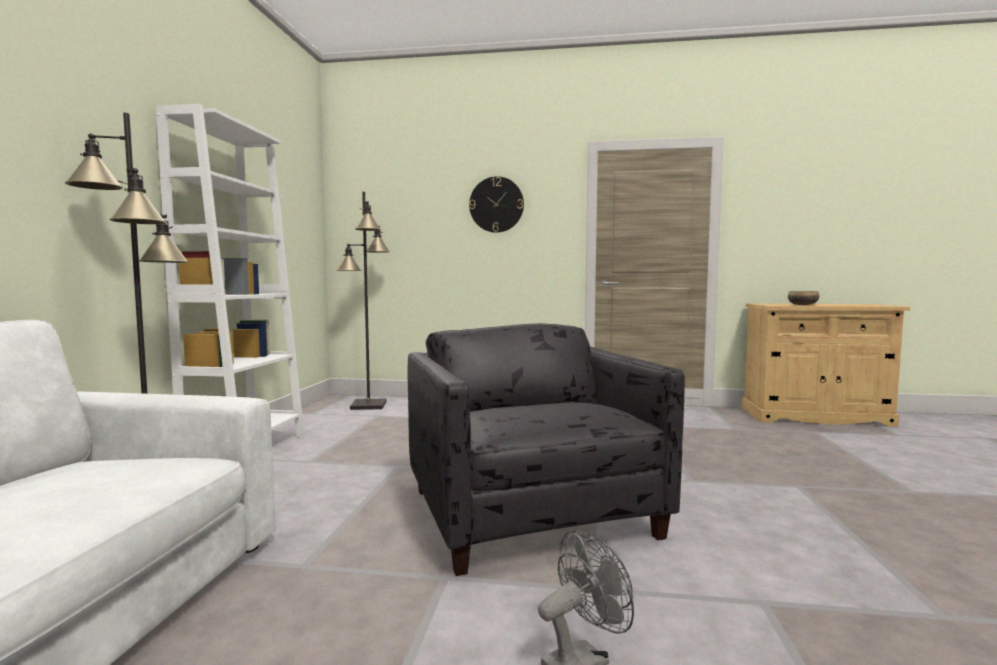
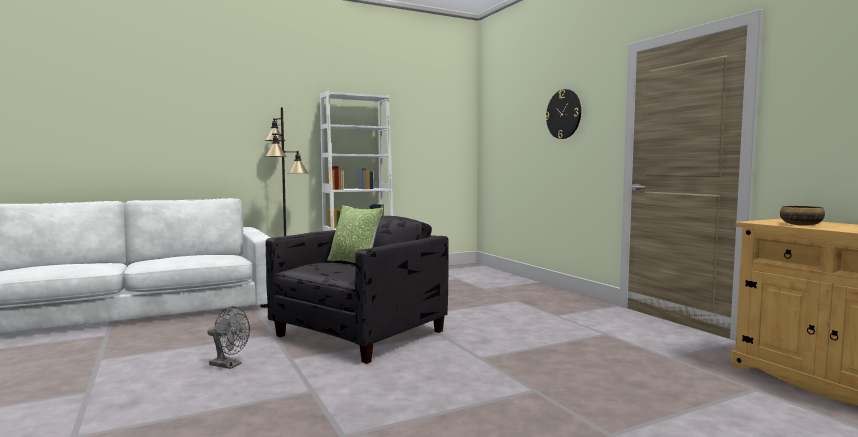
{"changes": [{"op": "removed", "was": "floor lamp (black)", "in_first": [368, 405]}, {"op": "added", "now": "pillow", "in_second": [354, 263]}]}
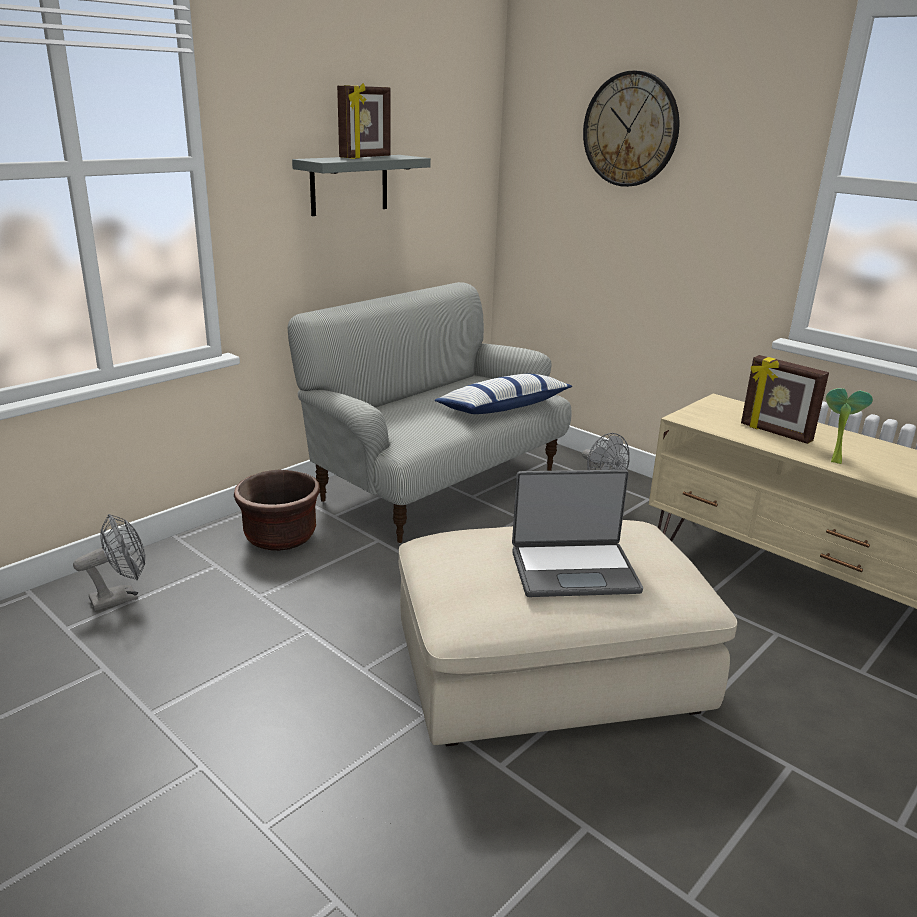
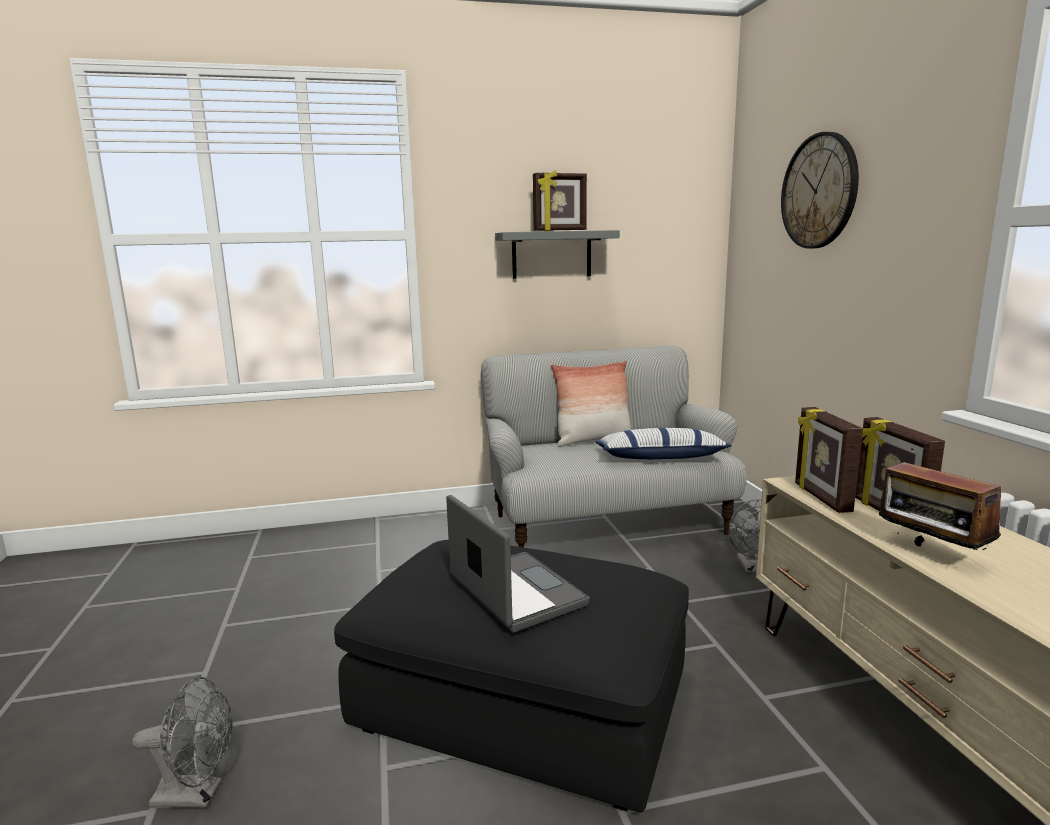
{"changes": [{"op": "moved", "was": "fan (grey)", "in_first": [121, 597], "in_second": [197, 794]}, {"op": "removed", "was": "planter (brown)", "in_first": [280, 537]}, {"op": "recoloured", "was": "ottoman (beige)", "now": "ottoman (black)", "in_first": [550, 669], "in_second": [524, 703]}, {"op": "turned", "was": "laptop", "in_first": [574, 570], "in_second": [515, 593], "clockwise": -150}, {"op": "replaced", "was": "potted plant", "now": "radio", "in_first": [833, 460], "in_second": [930, 555]}, {"op": "added", "now": "pillow", "in_second": [593, 440]}, {"op": "added", "now": "picture frame", "in_second": [820, 498]}]}
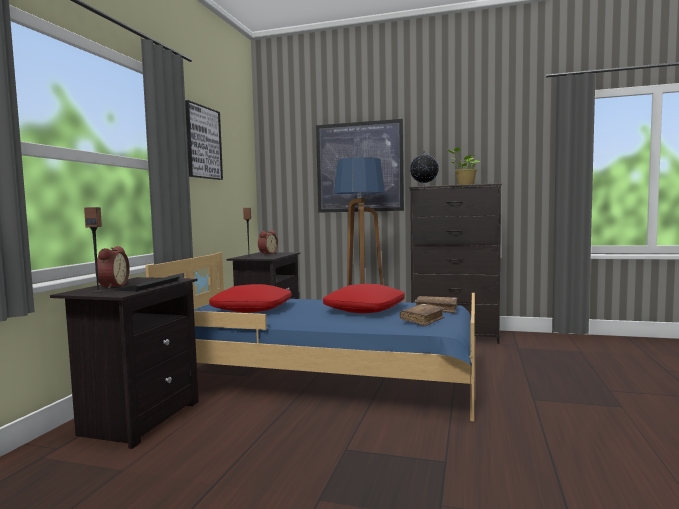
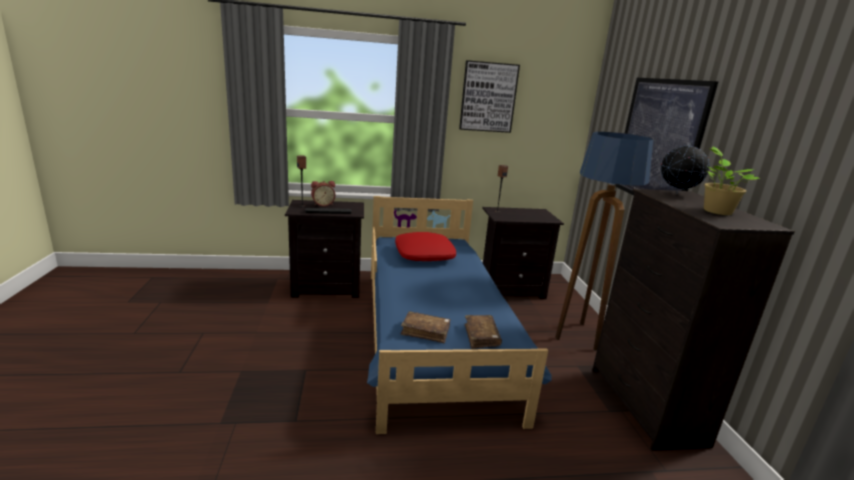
{"changes": [{"op": "removed", "was": "alarm clock", "in_first": [267, 253]}, {"op": "removed", "was": "pillow (red)", "in_first": [364, 309]}]}
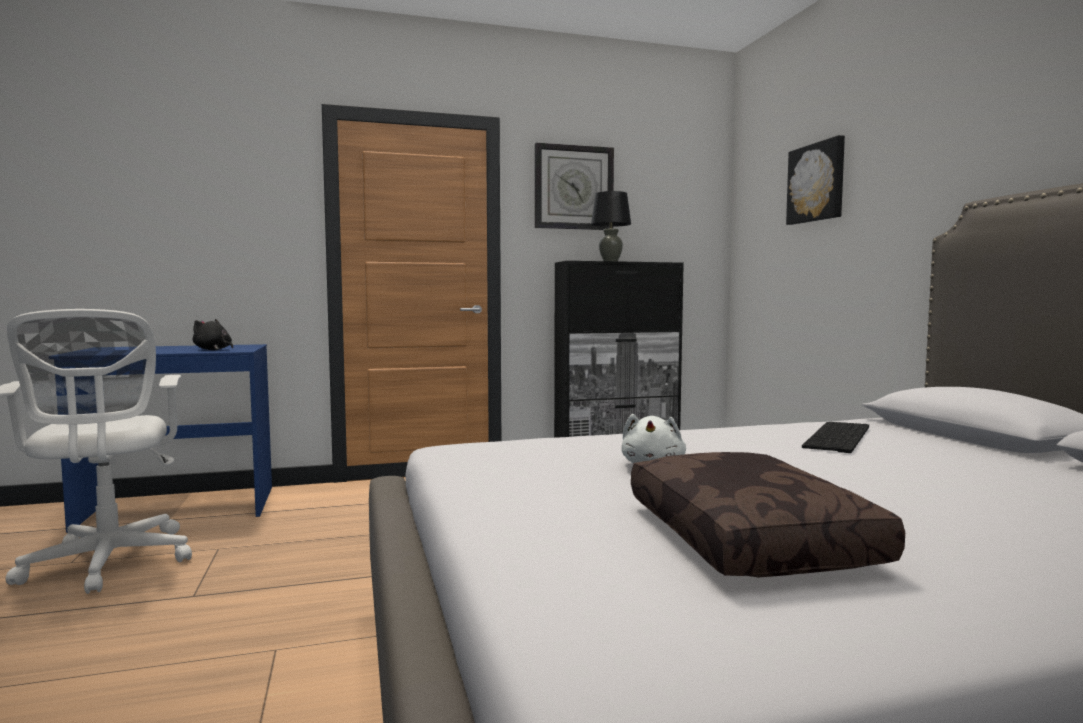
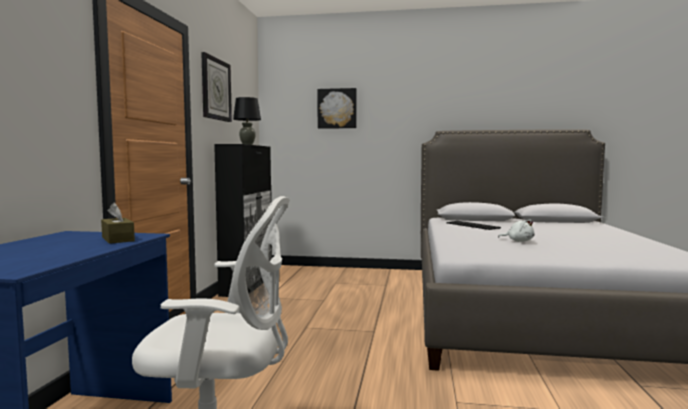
{"changes": [{"op": "replaced", "was": "plush toy (black)", "now": "tissue box (brown)", "in_first": [213, 350], "in_second": [118, 239]}, {"op": "removed", "was": "pillow (brown)", "in_first": [751, 538]}]}
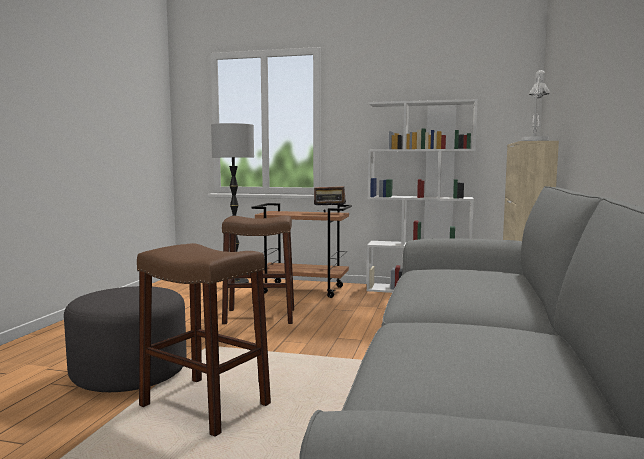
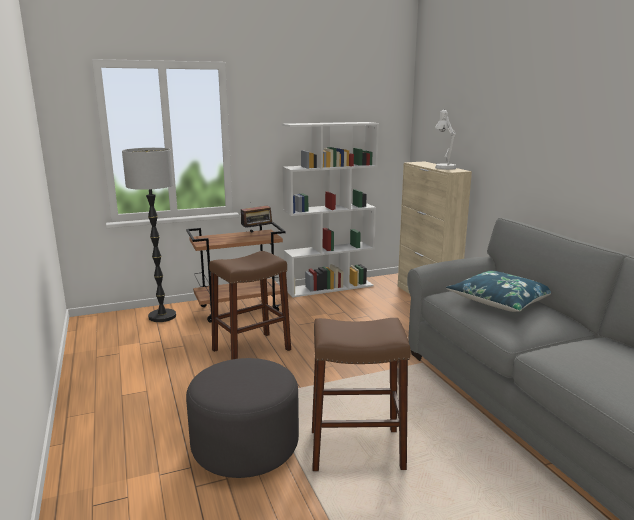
{"changes": [{"op": "added", "now": "pillow (blue)", "in_second": [500, 301]}]}
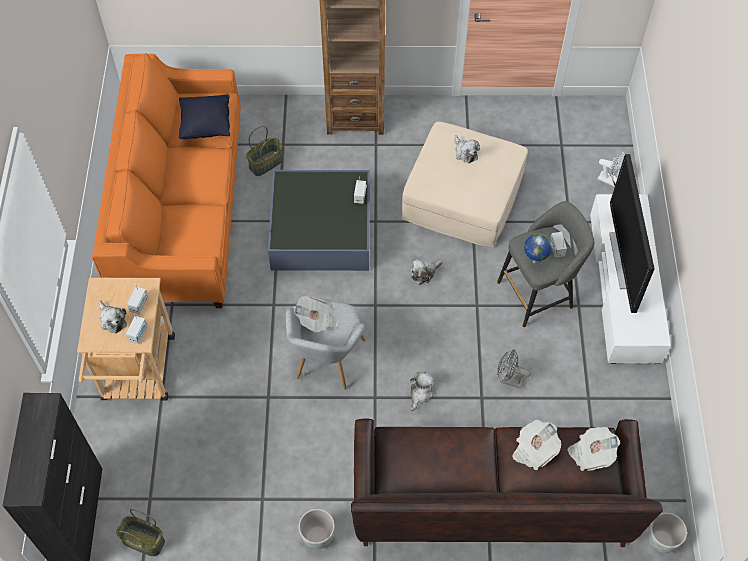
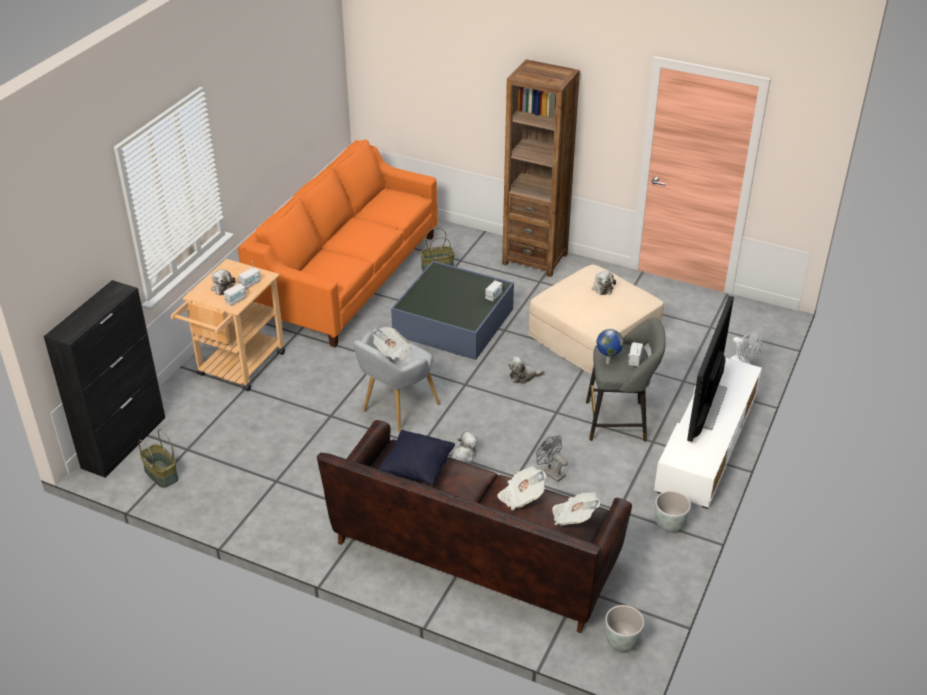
{"changes": [{"op": "moved", "was": "pillow (black)", "in_first": [206, 126], "in_second": [417, 469]}, {"op": "moved", "was": "planter (grey)", "in_first": [317, 536], "in_second": [669, 524]}]}
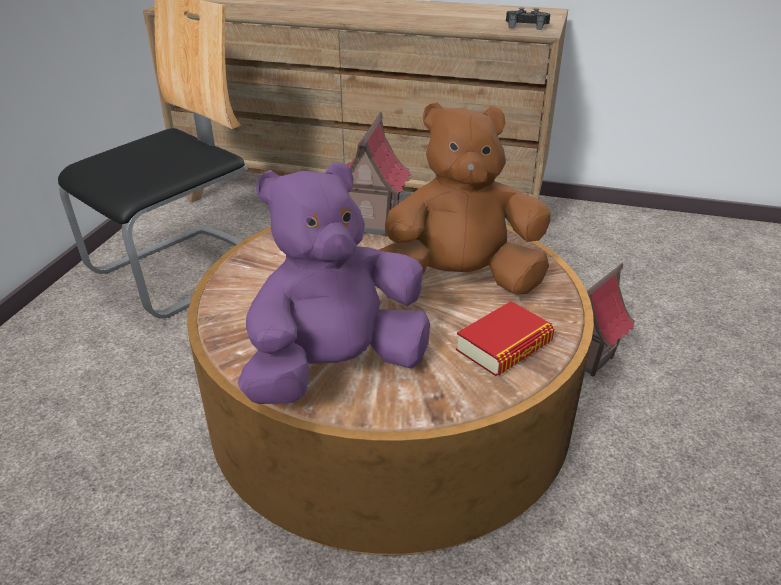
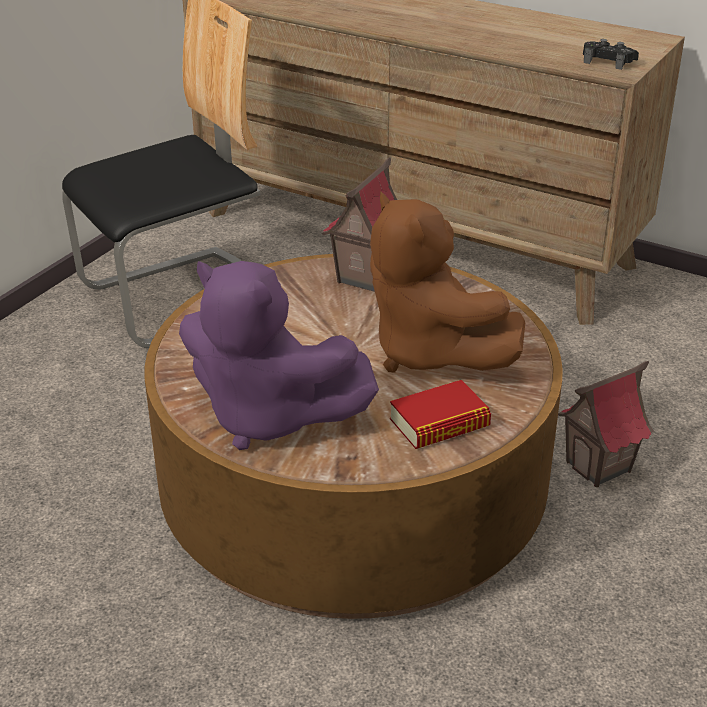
{"changes": [{"op": "turned", "was": "plush toy (purple)", "in_first": [337, 368], "in_second": [268, 417], "clockwise": -135}, {"op": "turned", "was": "plush toy (brown)", "in_first": [459, 281], "in_second": [429, 353], "clockwise": -135}]}
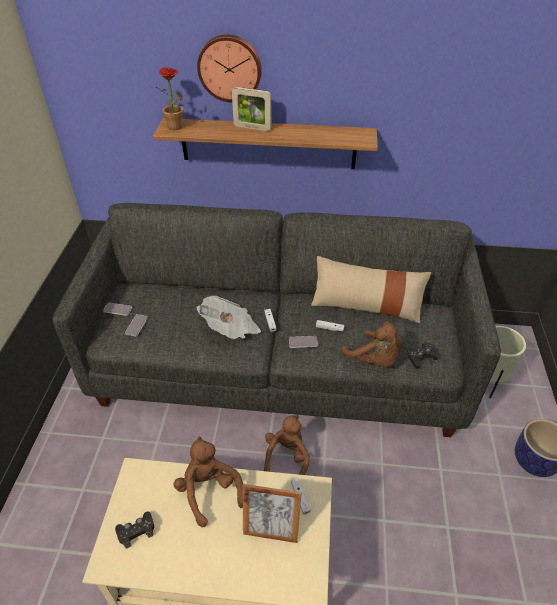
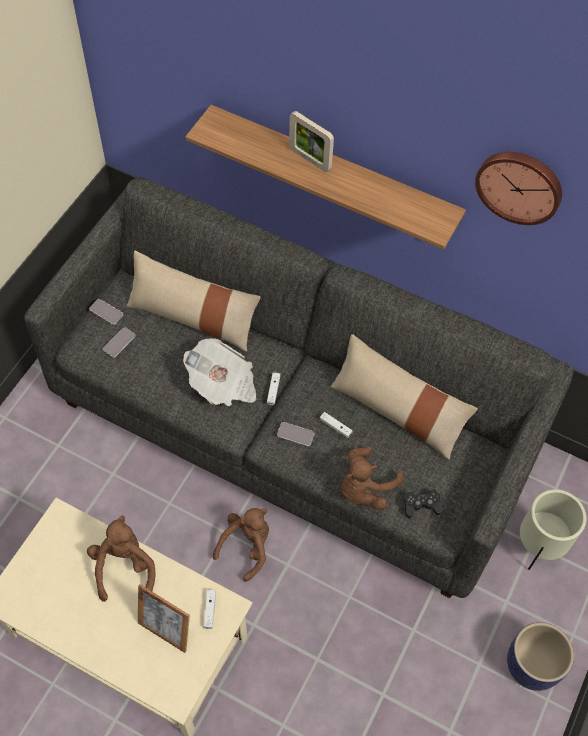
{"changes": [{"op": "removed", "was": "game controller (black)", "in_first": [136, 531]}, {"op": "removed", "was": "potted plant", "in_first": [178, 127]}, {"op": "moved", "was": "wall clock", "in_first": [230, 68], "in_second": [520, 185]}, {"op": "turned", "was": "plush toy (brown)", "in_first": [374, 360], "in_second": [364, 488], "clockwise": 60}, {"op": "added", "now": "pillow (beige)", "in_second": [193, 317]}]}
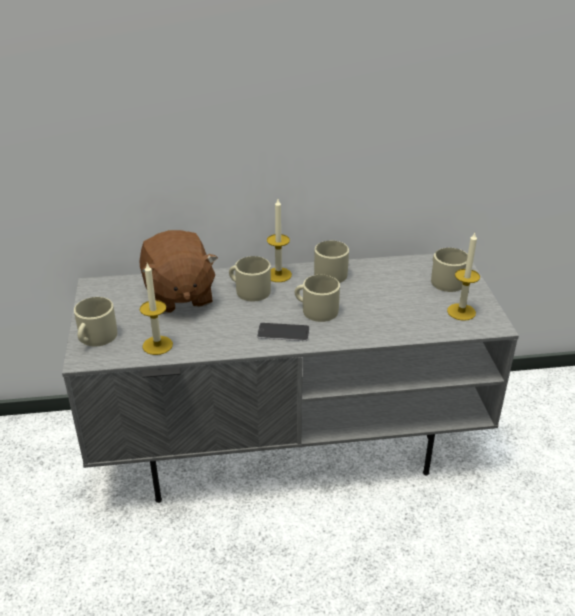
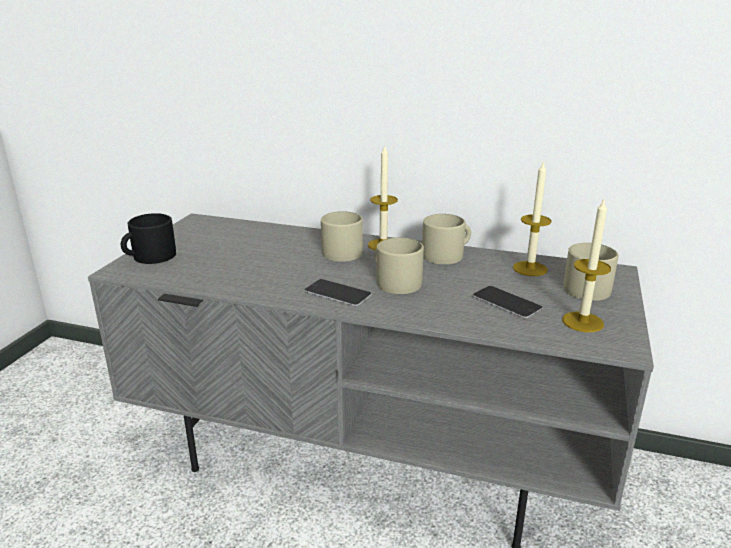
{"changes": [{"op": "recoloured", "was": "mug (beige)", "now": "mug (black)", "in_first": [95, 338], "in_second": [149, 257]}, {"op": "removed", "was": "plush toy (brown)", "in_first": [178, 295]}, {"op": "moved", "was": "candle", "in_first": [157, 345], "in_second": [530, 268]}, {"op": "added", "now": "phone", "in_second": [506, 302]}]}
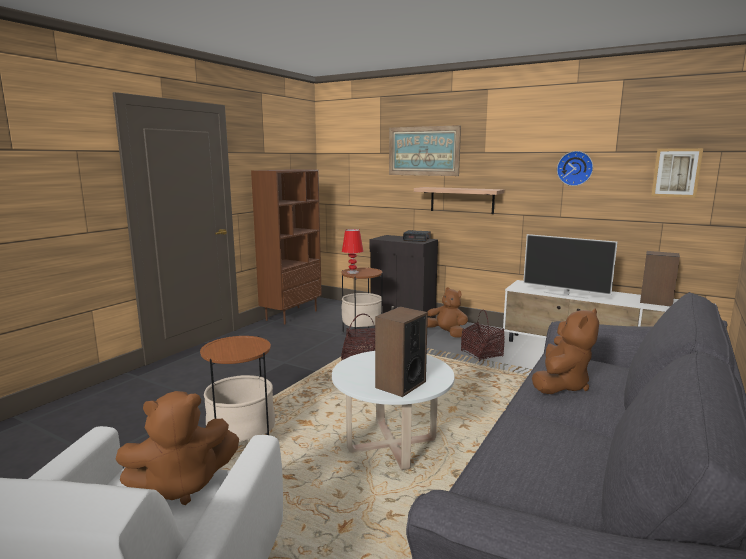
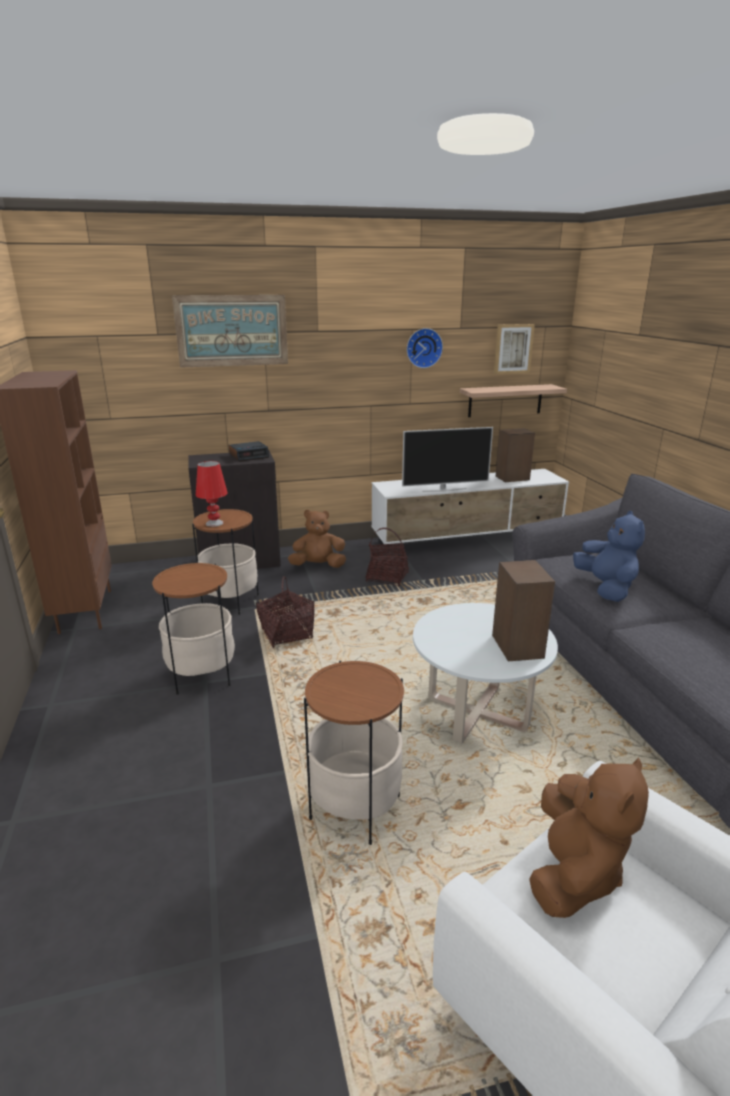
{"changes": [{"op": "moved", "was": "shelf", "in_first": [462, 200], "in_second": [505, 400]}, {"op": "recoloured", "was": "plush toy (brown)", "now": "plush toy (blue)", "in_first": [561, 385], "in_second": [606, 588]}, {"op": "added", "now": "side table", "in_second": [201, 675]}]}
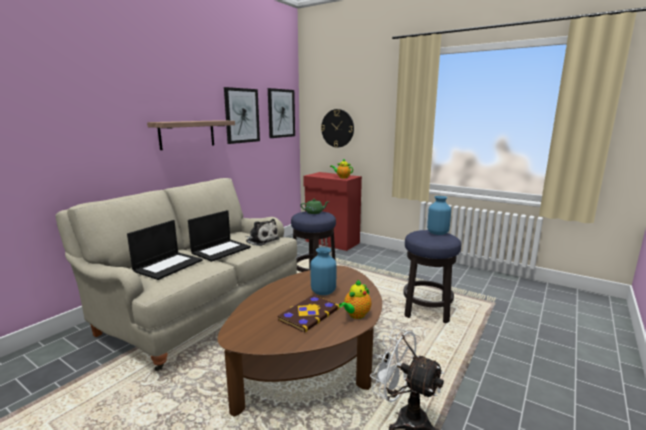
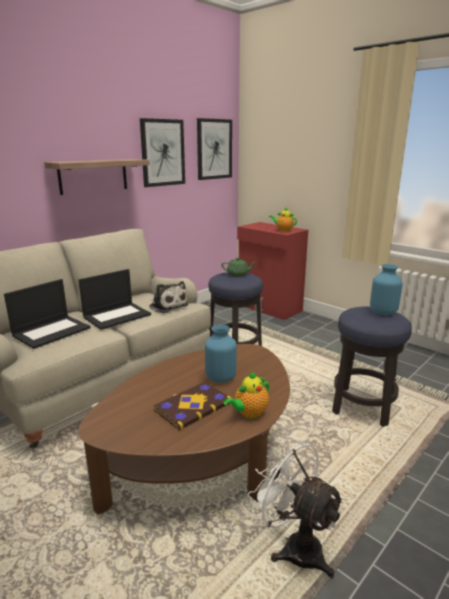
{"changes": [{"op": "removed", "was": "wall clock", "in_first": [337, 128]}]}
